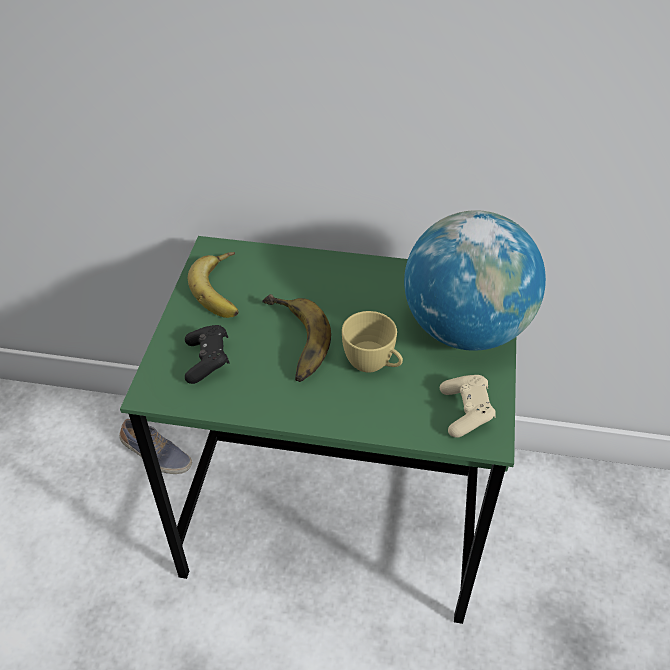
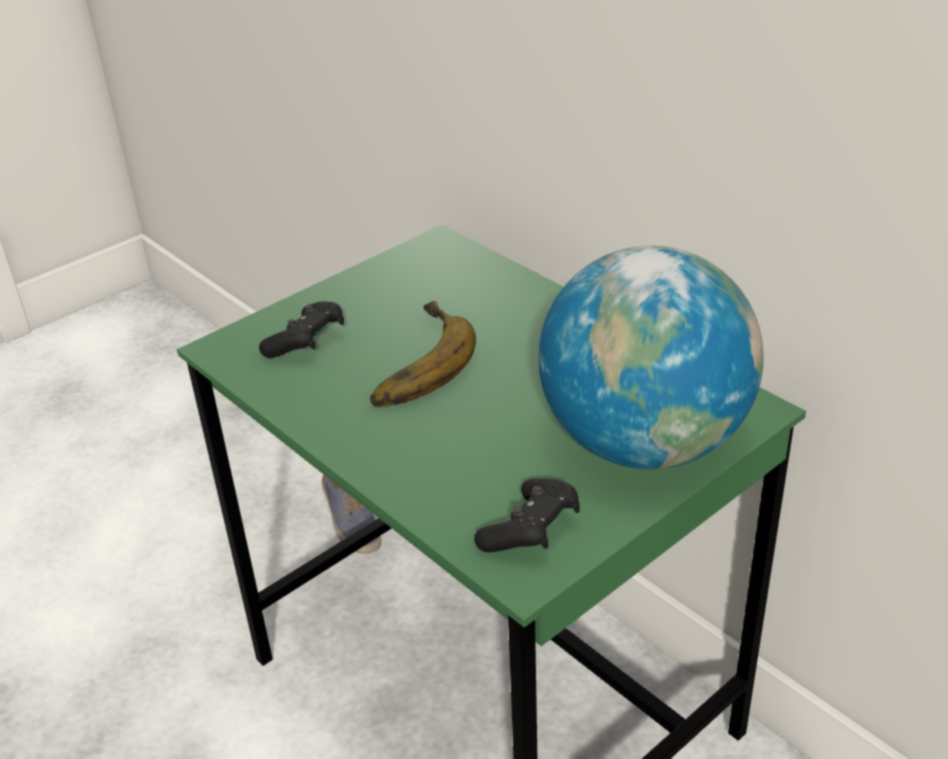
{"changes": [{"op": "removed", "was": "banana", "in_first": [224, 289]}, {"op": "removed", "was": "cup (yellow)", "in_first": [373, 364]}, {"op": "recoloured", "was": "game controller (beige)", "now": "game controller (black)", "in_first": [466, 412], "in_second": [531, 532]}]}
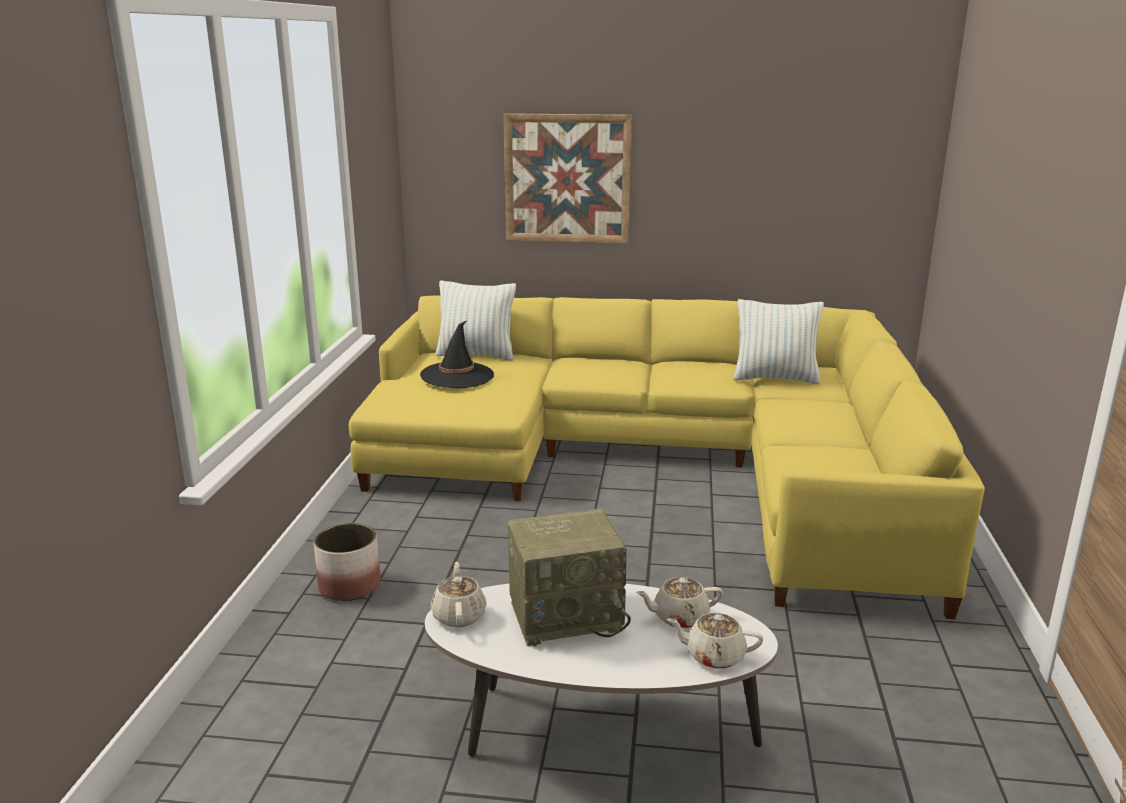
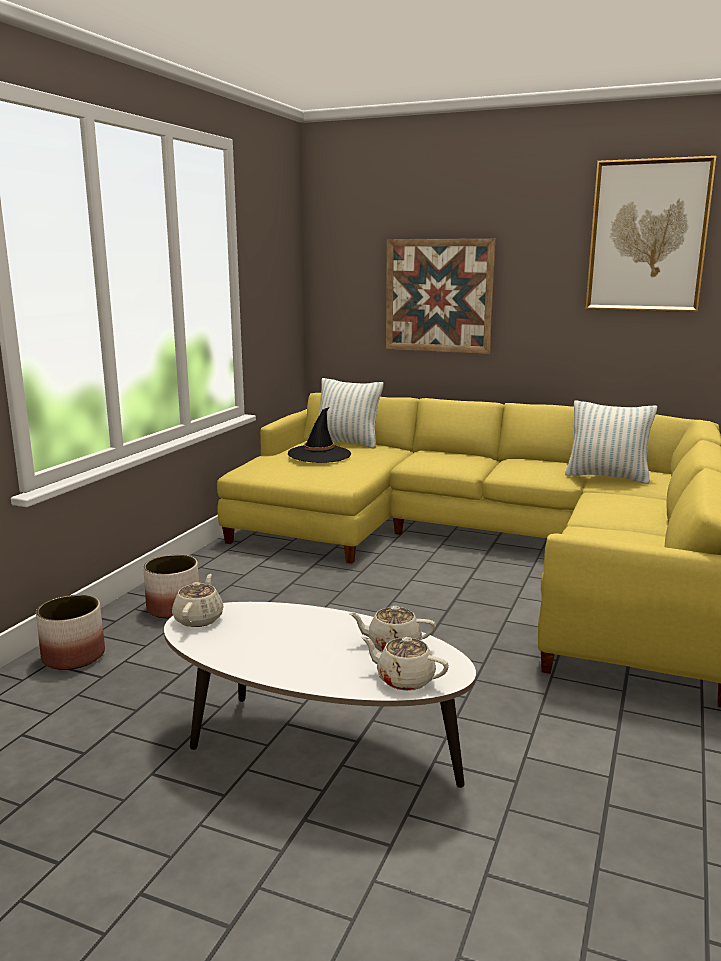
{"changes": [{"op": "removed", "was": "radio", "in_first": [567, 615]}, {"op": "added", "now": "planter", "in_second": [74, 657]}, {"op": "added", "now": "picture", "in_second": [647, 236]}]}
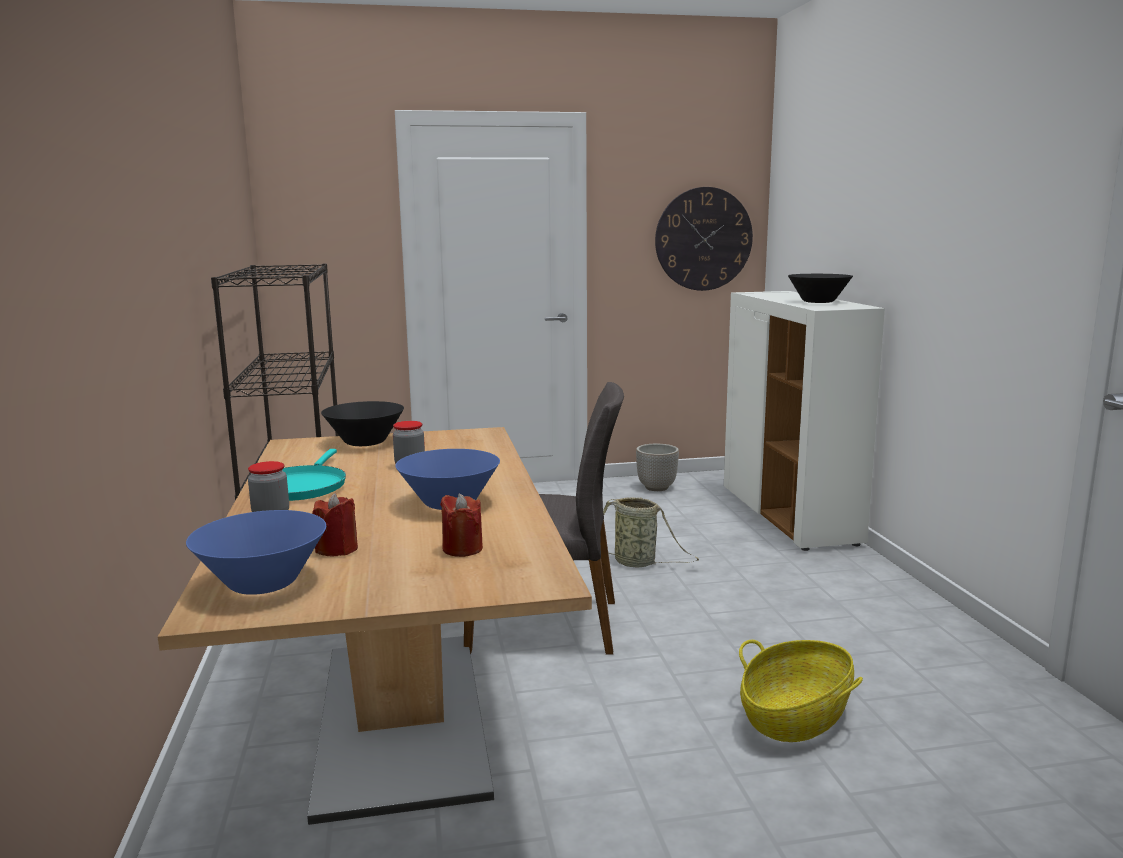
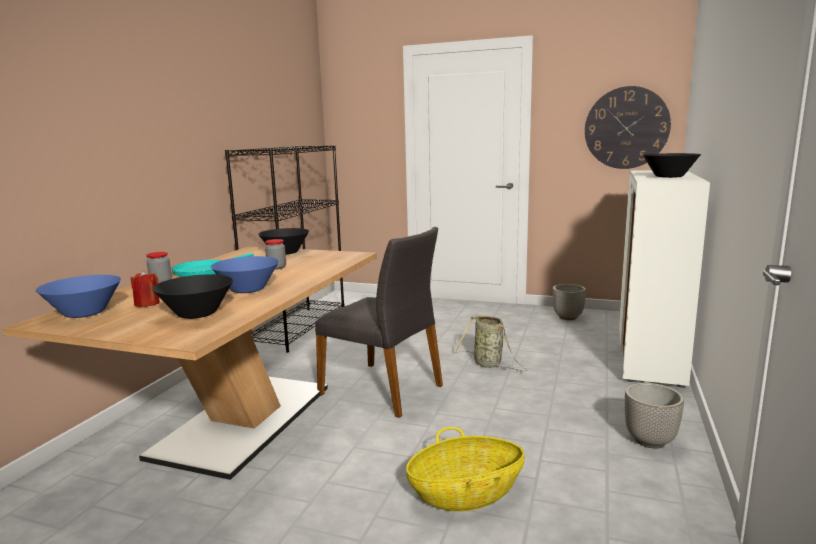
{"changes": [{"op": "replaced", "was": "candle (red)", "now": "bowl (black)", "in_first": [462, 549], "in_second": [197, 314]}, {"op": "added", "now": "planter", "in_second": [649, 441]}]}
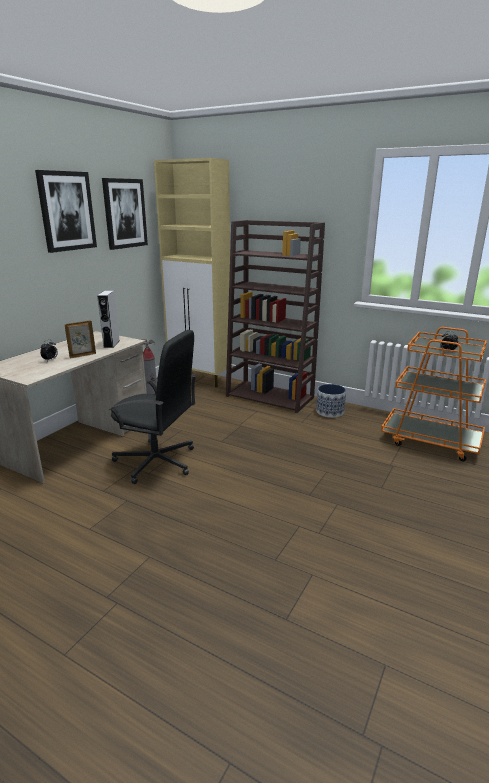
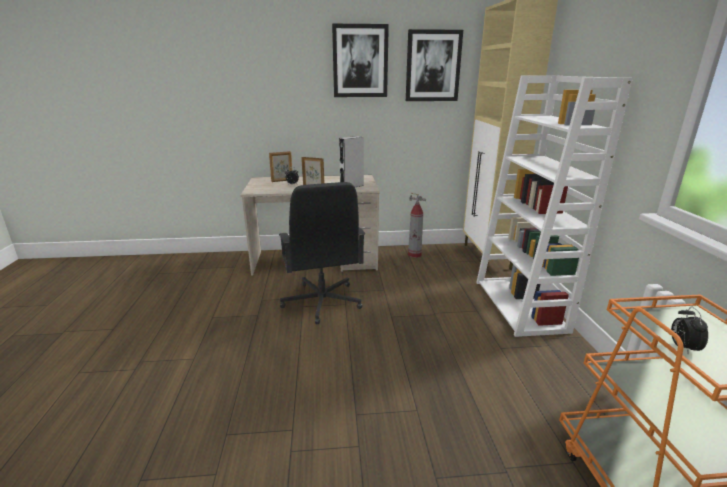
{"changes": [{"op": "recoloured", "was": "bookcase (brown)", "now": "bookcase (white)", "in_first": [270, 397], "in_second": [521, 306]}, {"op": "removed", "was": "planter", "in_first": [330, 412]}, {"op": "added", "now": "picture frame", "in_second": [282, 181]}]}
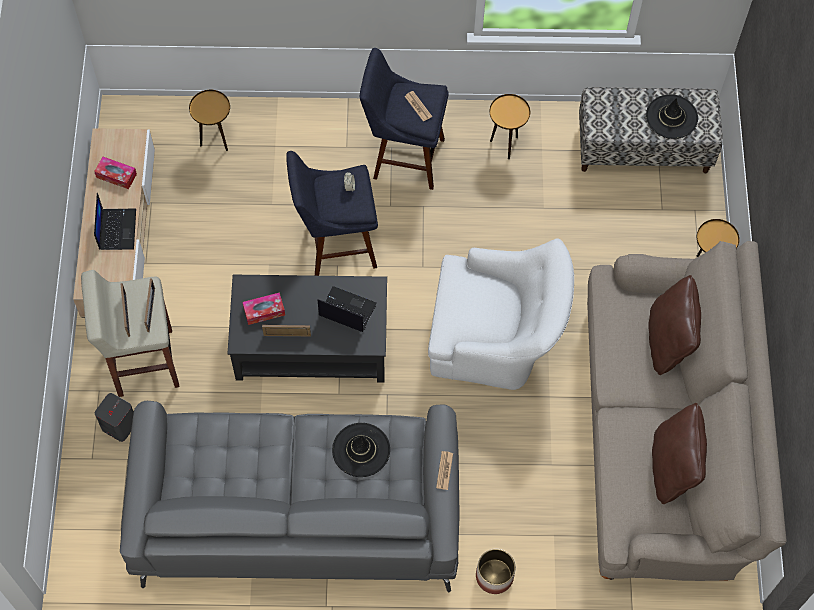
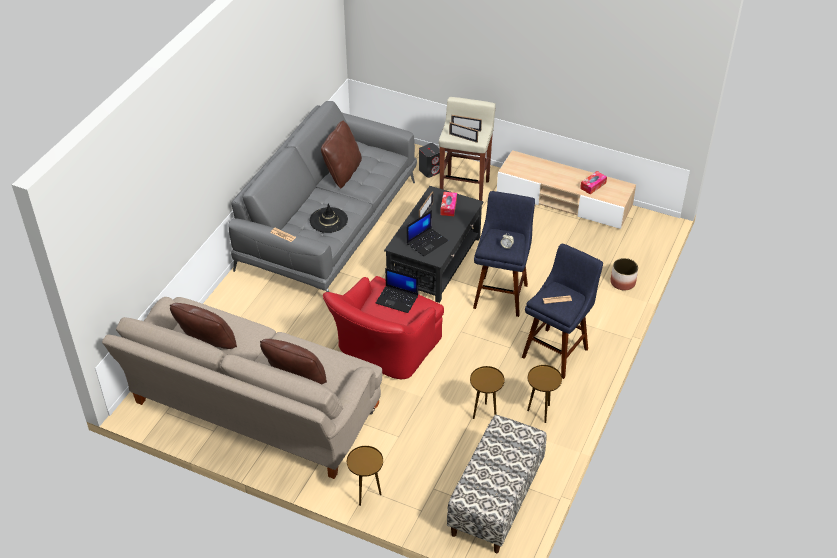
{"changes": [{"op": "moved", "was": "laptop", "in_first": [116, 229], "in_second": [397, 299]}, {"op": "moved", "was": "side table (brown)", "in_first": [216, 141], "in_second": [485, 414]}, {"op": "recoloured", "was": "armchair (white)", "now": "armchair (red)", "in_first": [496, 337], "in_second": [384, 350]}, {"op": "moved", "was": "planter", "in_first": [494, 576], "in_second": [622, 282]}, {"op": "removed", "was": "hat (black)", "in_first": [671, 117]}, {"op": "added", "now": "pillow (brown)", "in_second": [342, 173]}]}
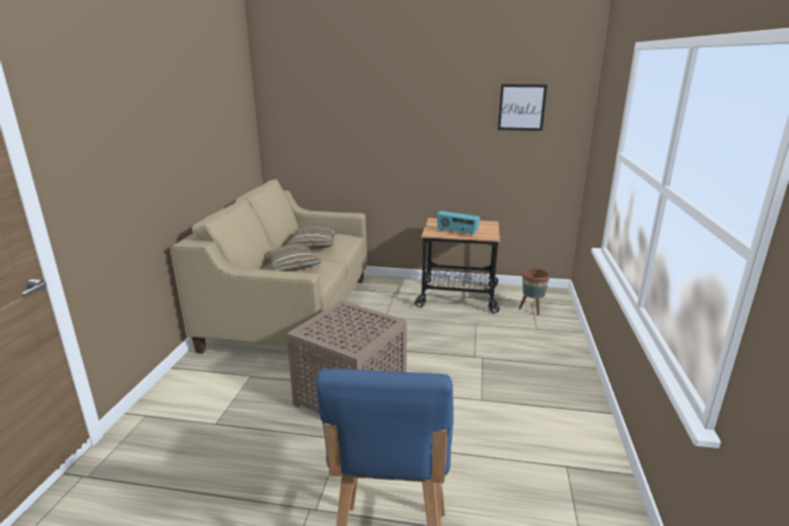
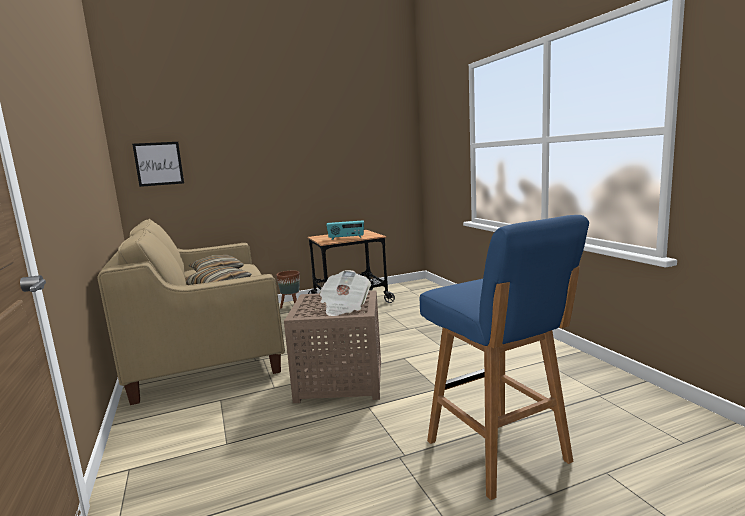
{"changes": [{"op": "moved", "was": "picture", "in_first": [521, 107], "in_second": [159, 164]}, {"op": "moved", "was": "planter (brown)", "in_first": [532, 309], "in_second": [291, 306]}, {"op": "added", "now": "newspaper", "in_second": [344, 307]}]}
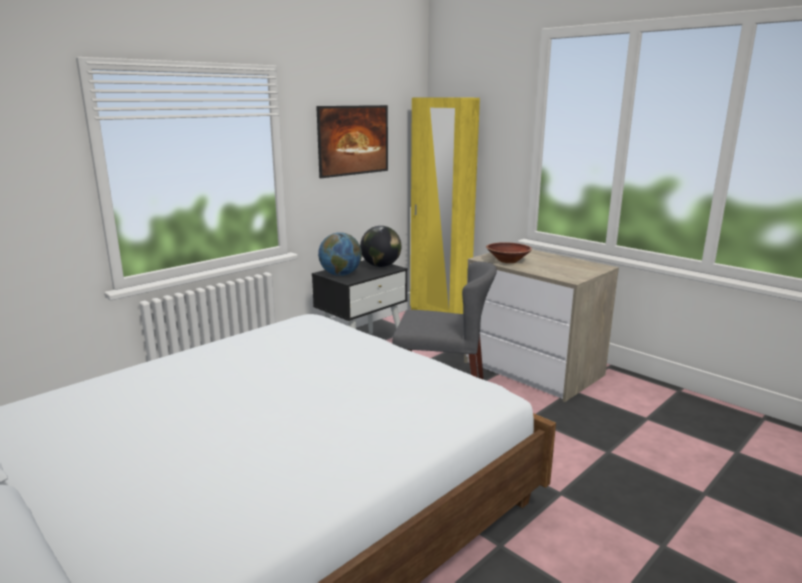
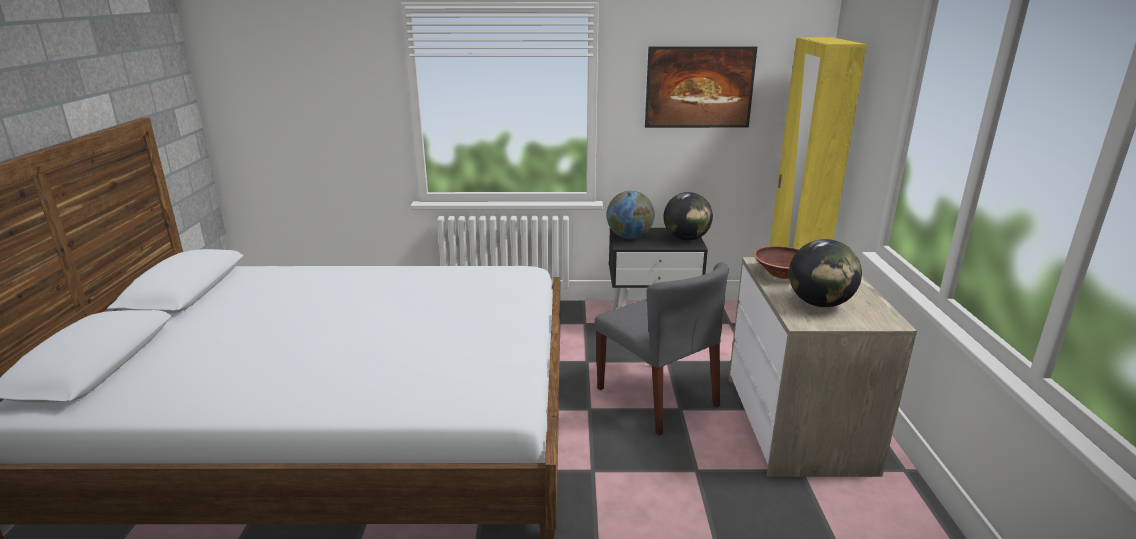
{"changes": [{"op": "added", "now": "globe", "in_second": [819, 303]}]}
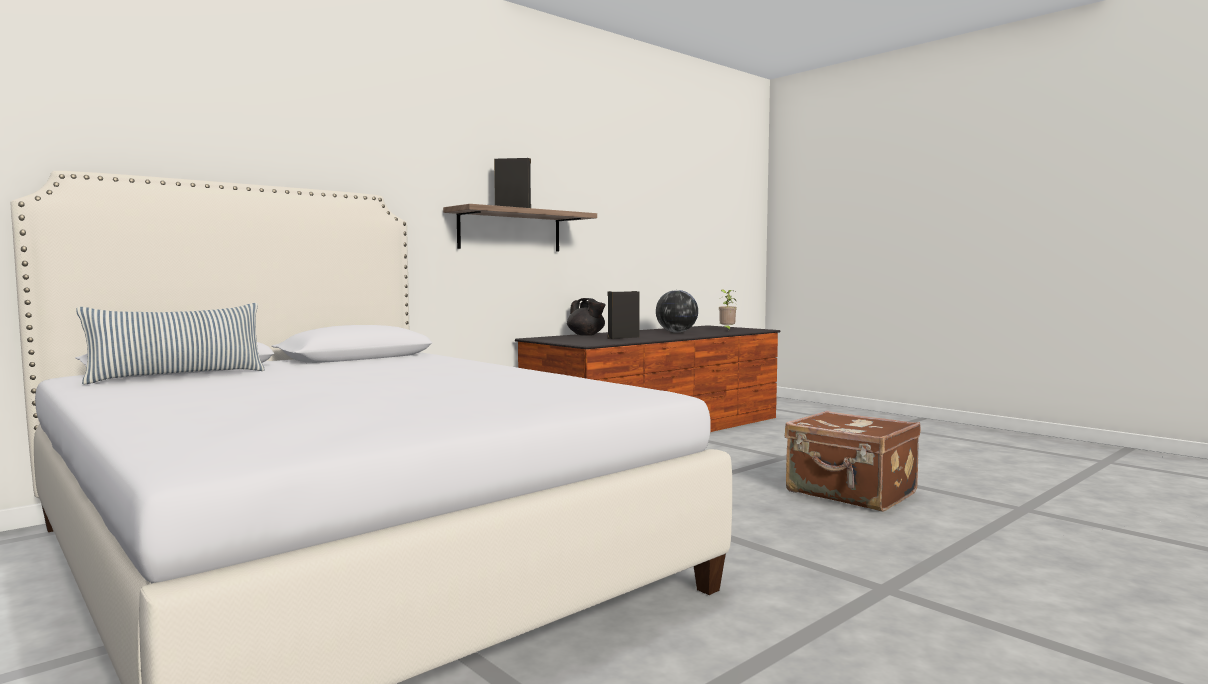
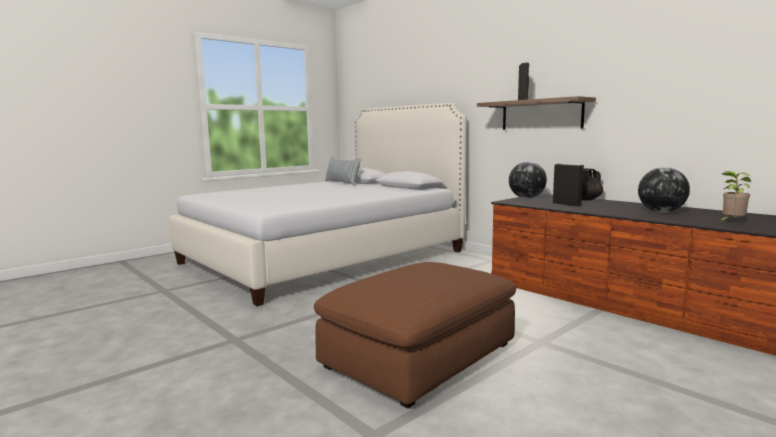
{"changes": [{"op": "replaced", "was": "suitcase (brown)", "now": "ottoman (brown)", "in_first": [851, 493], "in_second": [420, 356]}, {"op": "added", "now": "globe", "in_second": [526, 198]}]}
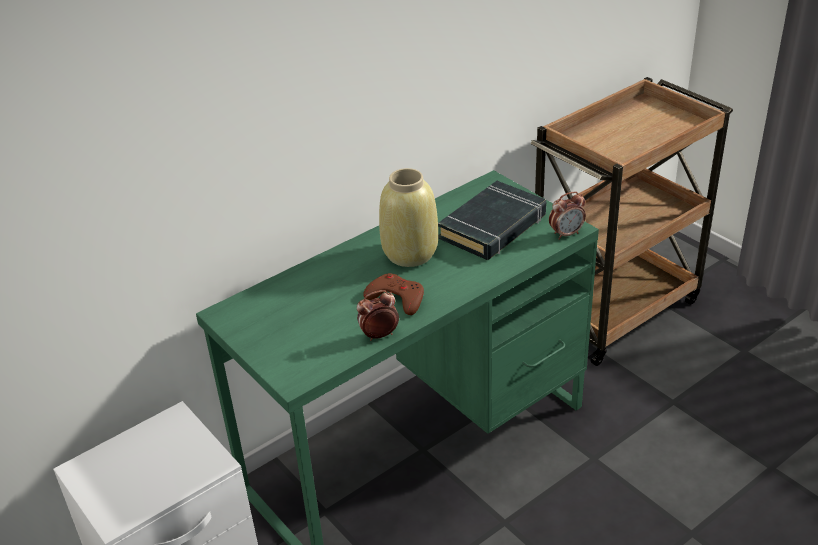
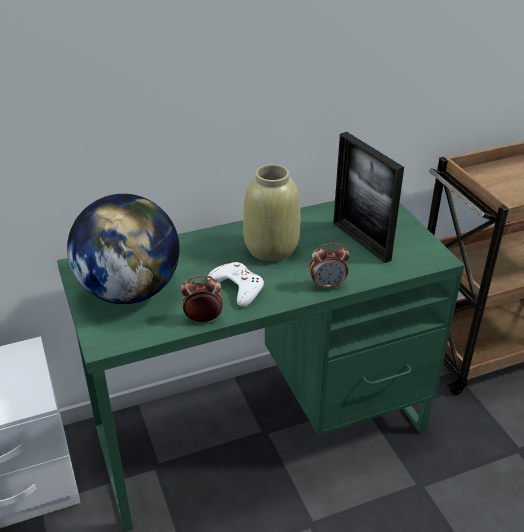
{"changes": [{"op": "recoloured", "was": "game controller (brown)", "now": "game controller (white)", "in_first": [396, 298], "in_second": [237, 287]}, {"op": "replaced", "was": "book (black)", "now": "picture frame", "in_first": [493, 227], "in_second": [361, 241]}, {"op": "moved", "was": "alarm clock", "in_first": [566, 234], "in_second": [327, 285]}, {"op": "added", "now": "globe", "in_second": [130, 291]}]}
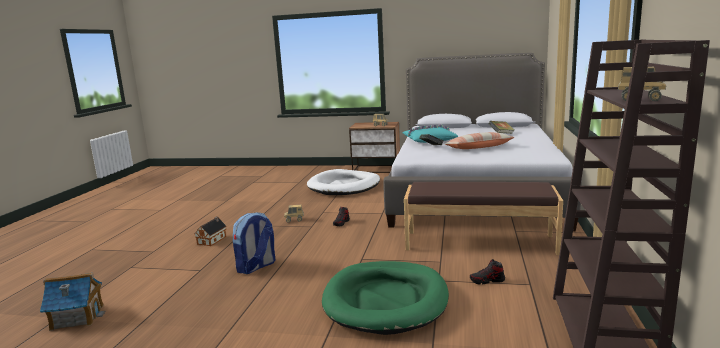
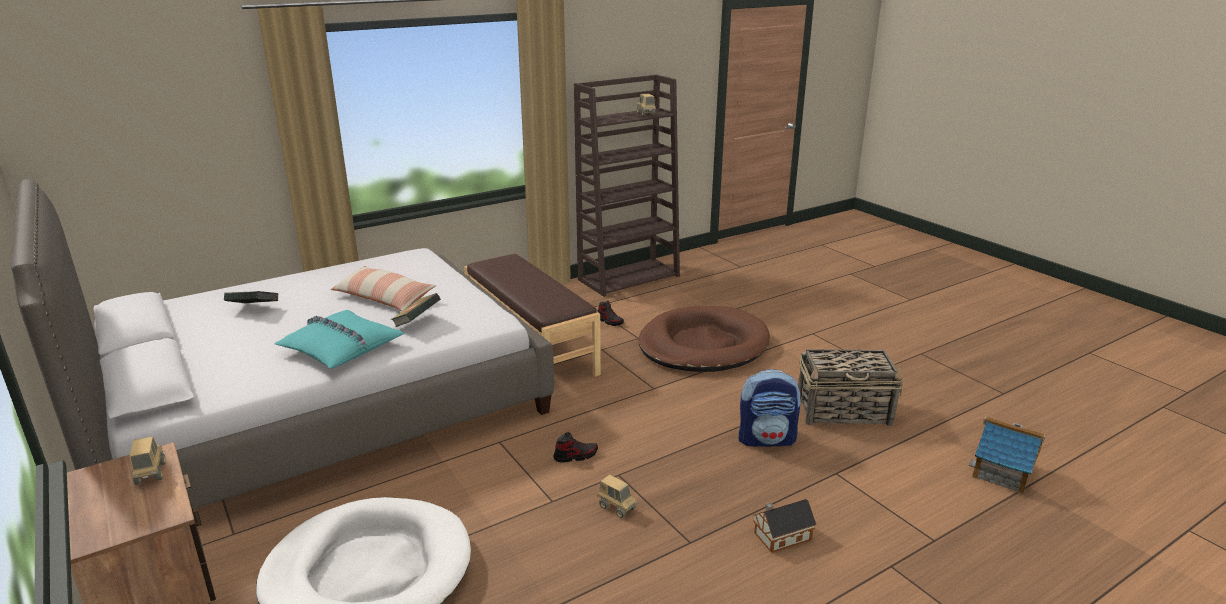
{"changes": [{"op": "recoloured", "was": "dog bed (green)", "now": "dog bed (brown)", "in_first": [385, 300], "in_second": [703, 345]}, {"op": "added", "now": "basket", "in_second": [844, 411]}]}
